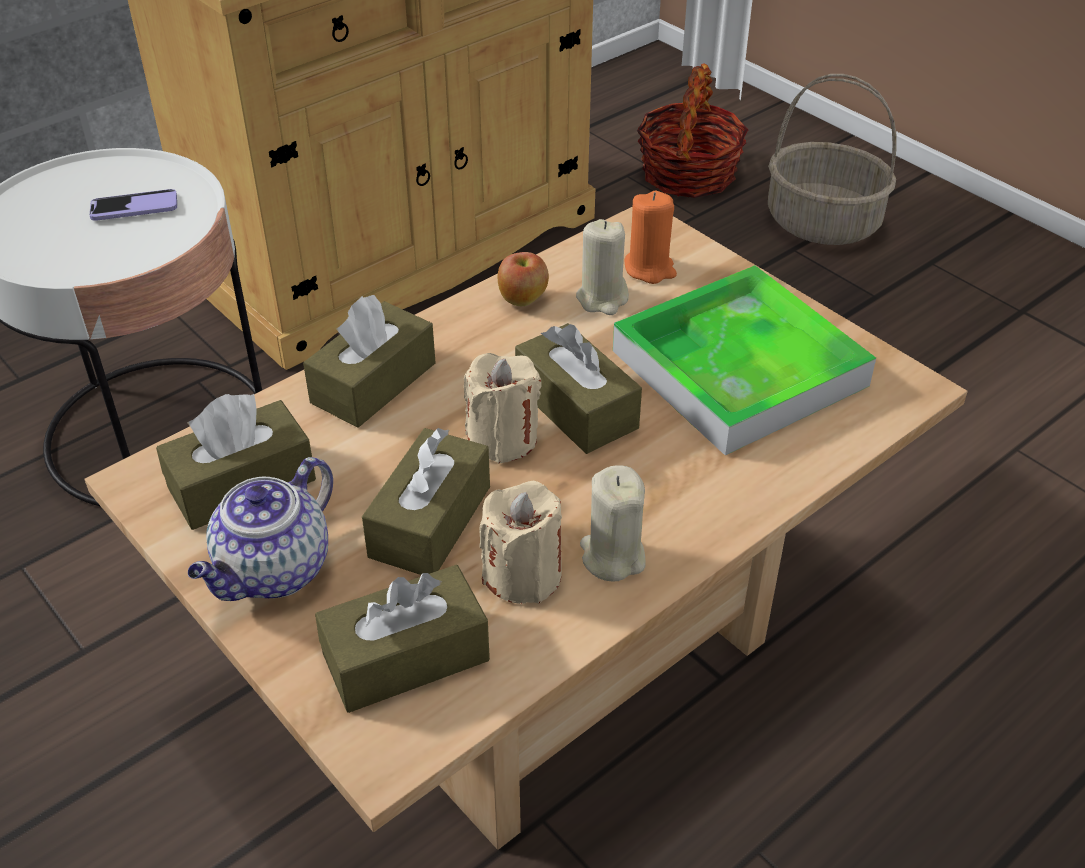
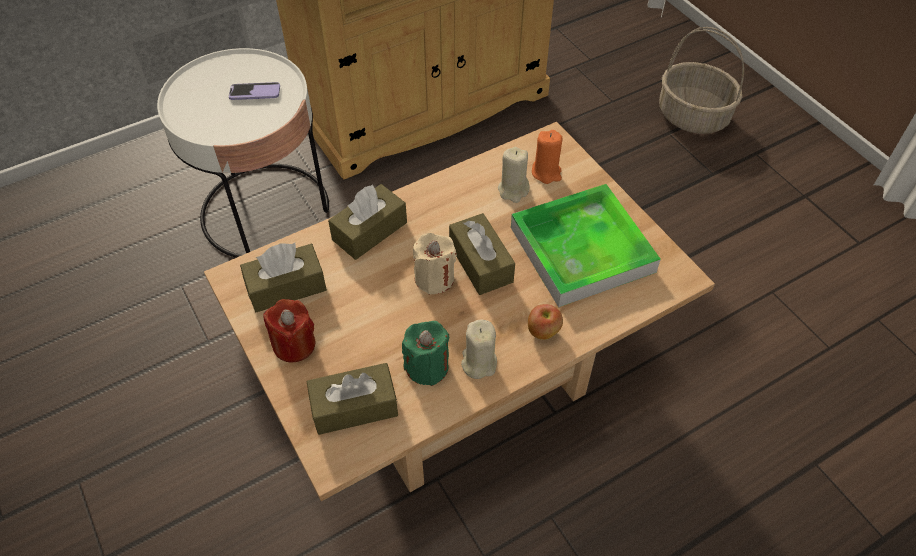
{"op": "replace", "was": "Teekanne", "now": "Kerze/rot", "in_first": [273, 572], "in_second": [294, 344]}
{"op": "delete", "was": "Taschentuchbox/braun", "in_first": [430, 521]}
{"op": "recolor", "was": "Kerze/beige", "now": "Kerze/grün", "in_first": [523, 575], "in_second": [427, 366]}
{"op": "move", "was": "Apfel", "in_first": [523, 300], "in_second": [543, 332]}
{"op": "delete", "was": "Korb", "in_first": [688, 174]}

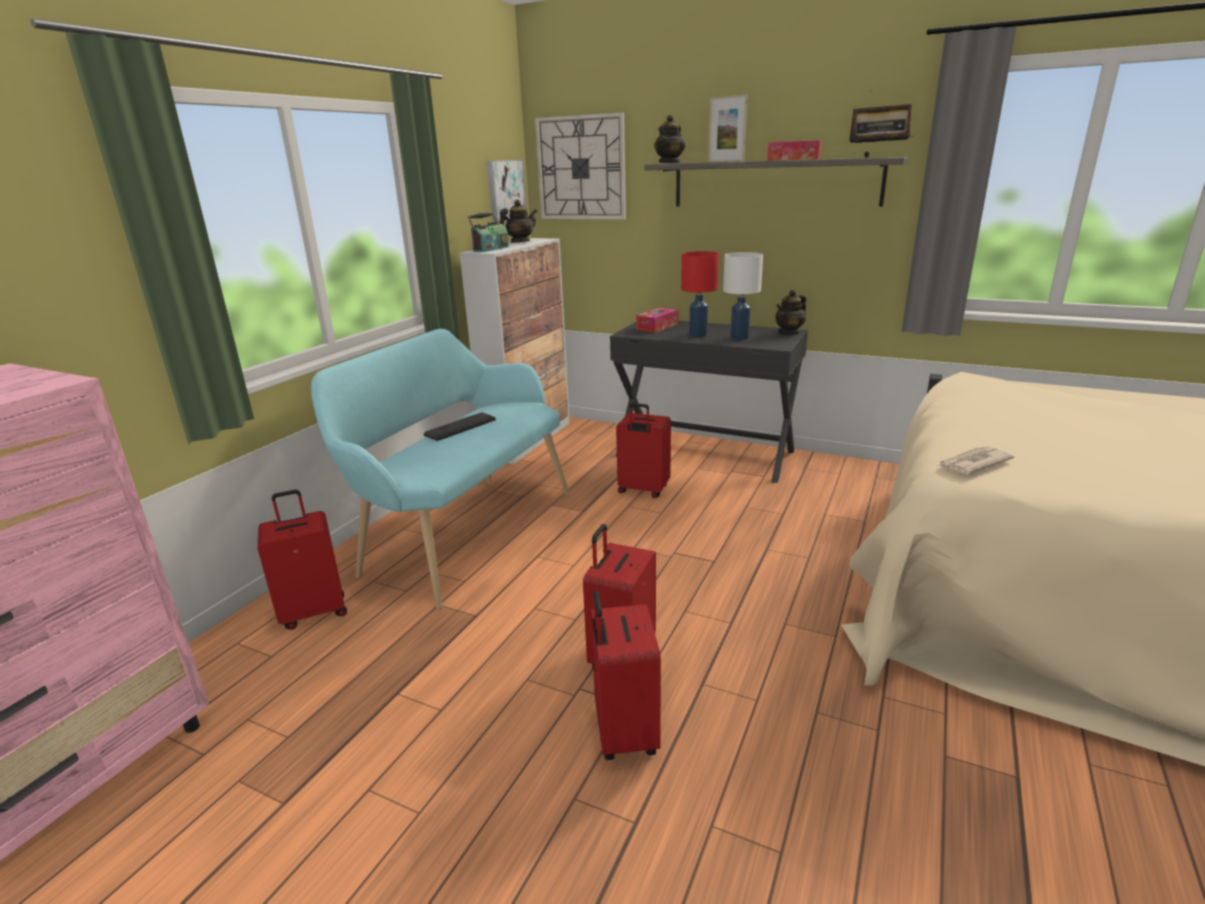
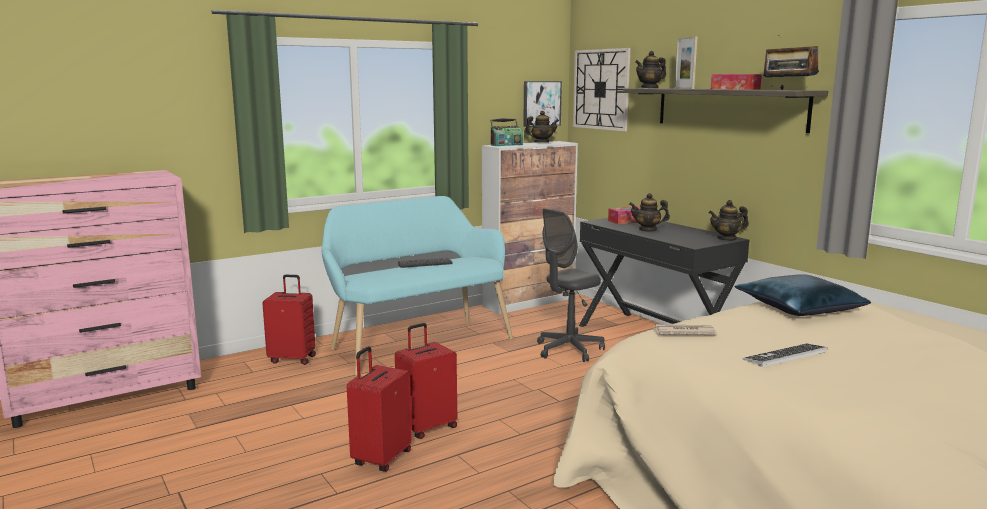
{"op": "replace", "was": "Koffer/rot", "now": "Bürostuhl/grau", "in_first": [643, 490], "in_second": [569, 350]}
{"op": "replace", "was": "Tischlampe/rot", "now": "Teekanne", "in_first": [698, 335], "in_second": [648, 230]}
{"op": "delete", "was": "Tischlampe/weiß", "in_first": [739, 338]}
{"op": "insert", "now": "Kissen/blau", "in_second": [799, 308]}
{"op": "insert", "now": "Tastatur", "in_second": [785, 356]}

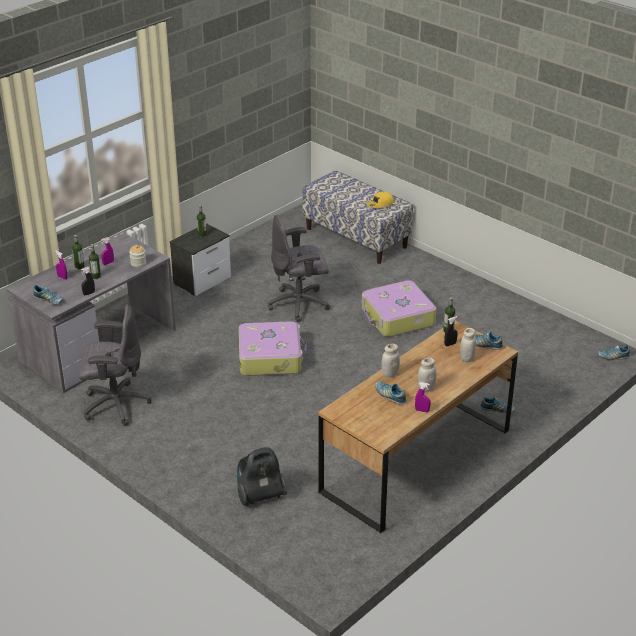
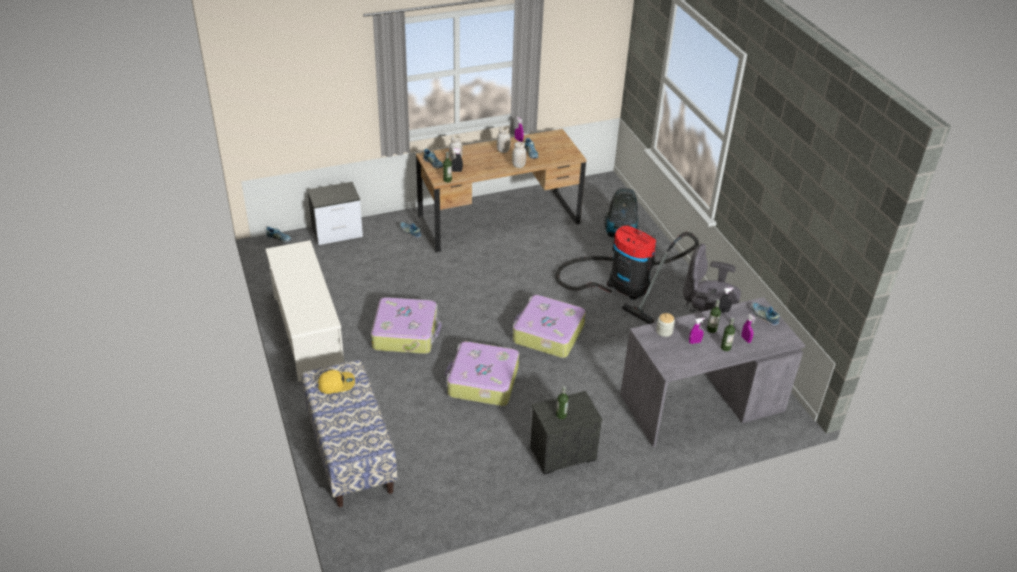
{"op": "replace", "was": "Bürostuhl/grau", "now": "Koffer", "in_first": [300, 304], "in_second": [482, 381]}
{"op": "insert", "now": "Schuhregal/weiß", "in_second": [307, 333]}
{"op": "insert", "now": "Nachttisch", "in_second": [338, 232]}
{"op": "insert", "now": "Staubsauger", "in_second": [623, 284]}

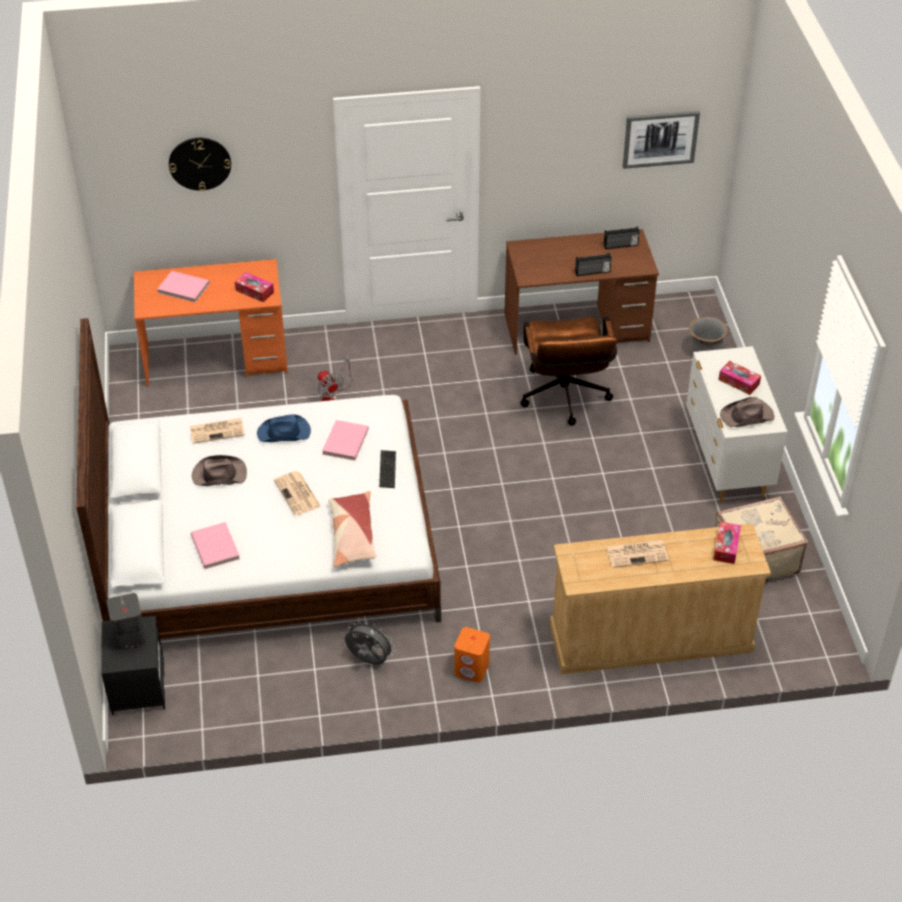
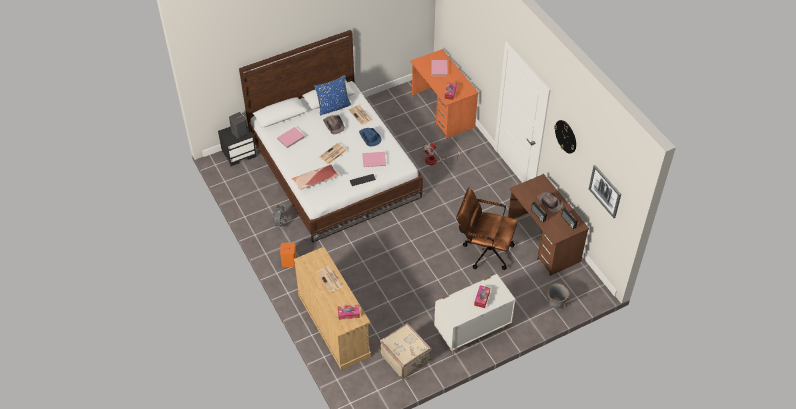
{"op": "move", "was": "Wanduhr", "in_first": [200, 163], "in_second": [566, 136]}
{"op": "rotate", "was": "Bürostuhl/braun", "in_first": [565, 400], "in_second": [483, 250], "clockwise": 45}
{"op": "move", "was": "Hut/braun", "in_first": [747, 416], "in_second": [549, 203]}
{"op": "insert", "now": "Kissen/blau", "in_second": [333, 107]}

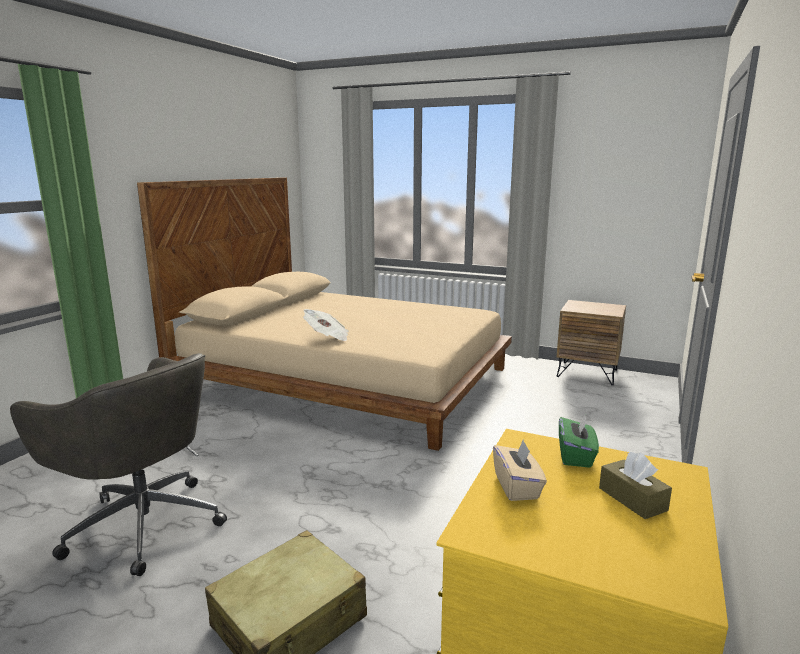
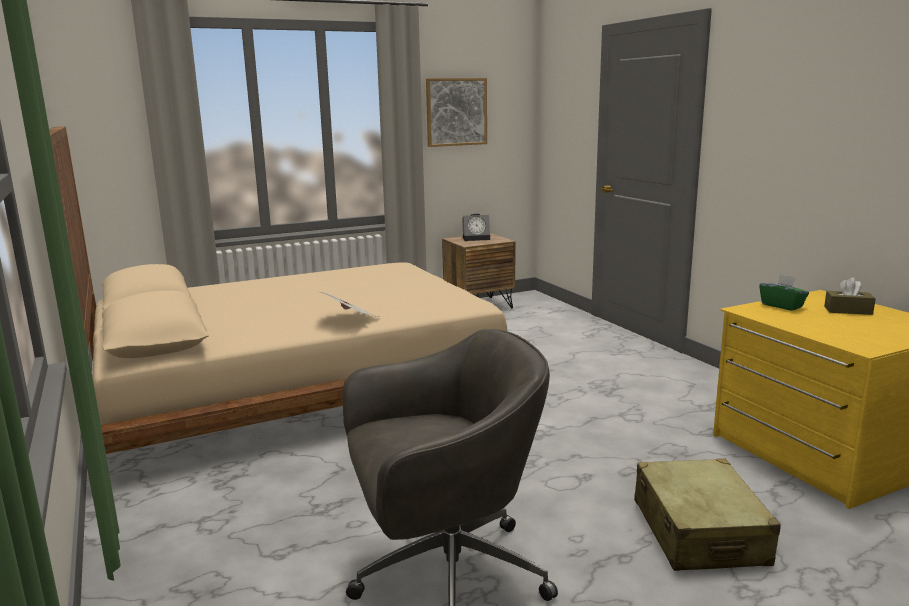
{"op": "delete", "was": "Taschentuchbox/beige", "in_first": [517, 487]}
{"op": "insert", "now": "Bild", "in_second": [456, 112]}
{"op": "insert", "now": "Wecker", "in_second": [477, 238]}

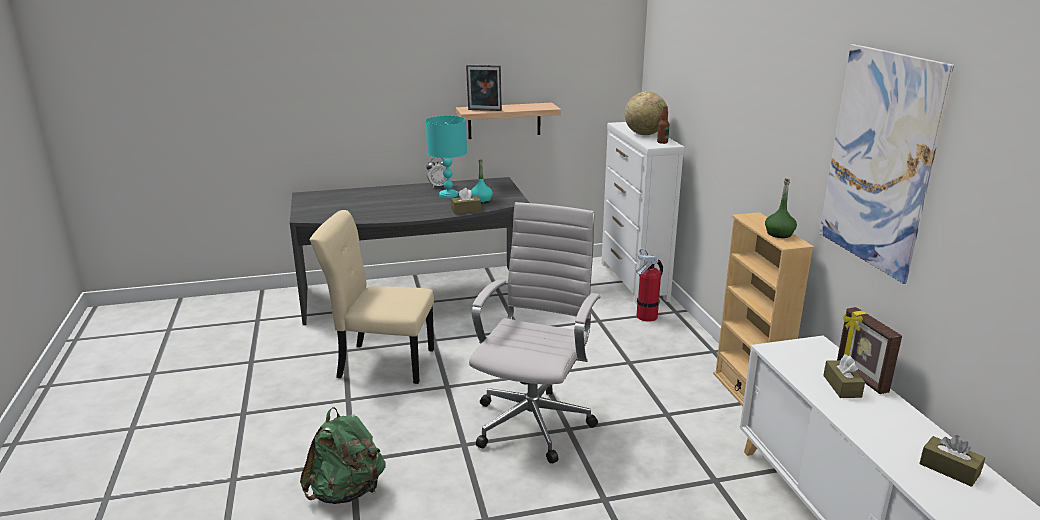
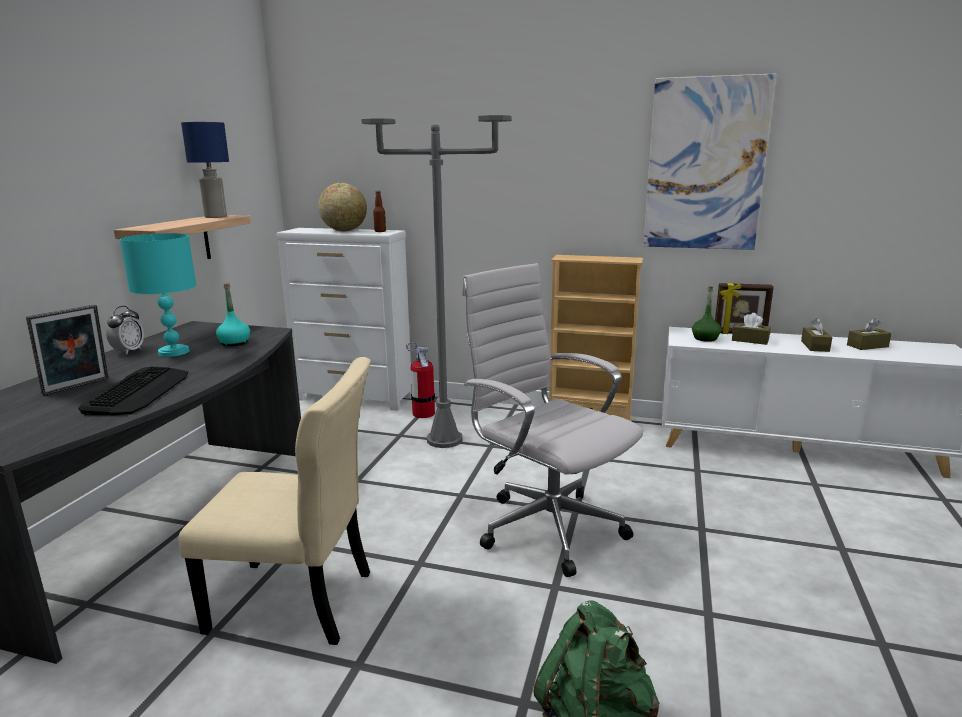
{"op": "rotate", "was": "Stuhl/beige", "in_first": [382, 363], "in_second": [298, 602], "clockwise": -120}
{"op": "move", "was": "Taschentuchbox/braun", "in_first": [466, 210], "in_second": [815, 346]}
{"op": "move", "was": "Bilderrahmen", "in_first": [484, 110], "in_second": [78, 387]}
{"op": "move", "was": "Flasche/grün", "in_first": [779, 234], "in_second": [705, 338]}
{"op": "insert", "now": "Tastatur", "in_second": [139, 392]}
{"op": "insert", "now": "Tischlampe/blau", "in_second": [216, 217]}
{"op": "insert", "now": "Stehlampe/grau", "in_second": [444, 440]}

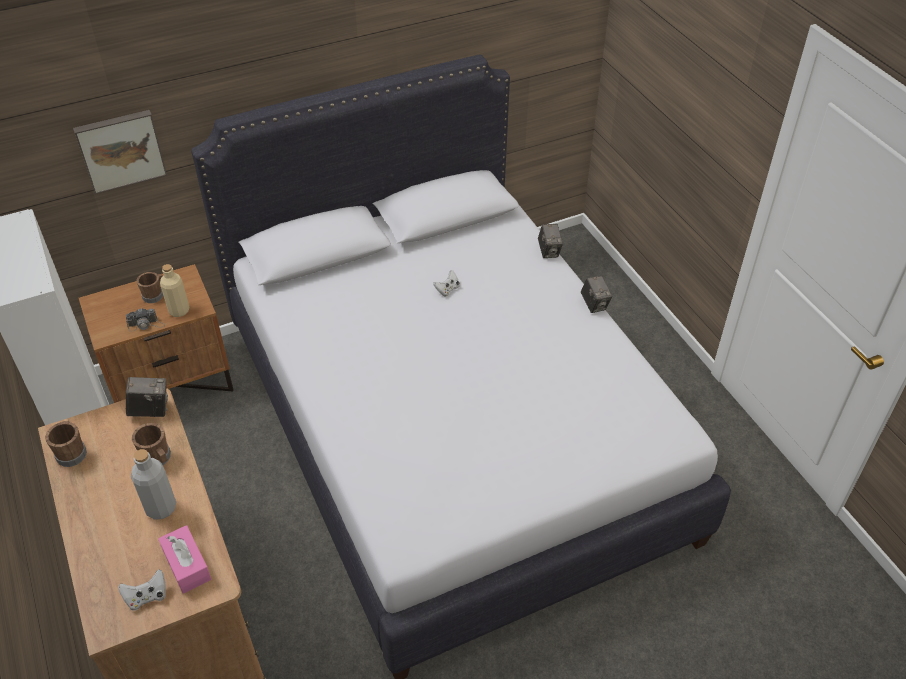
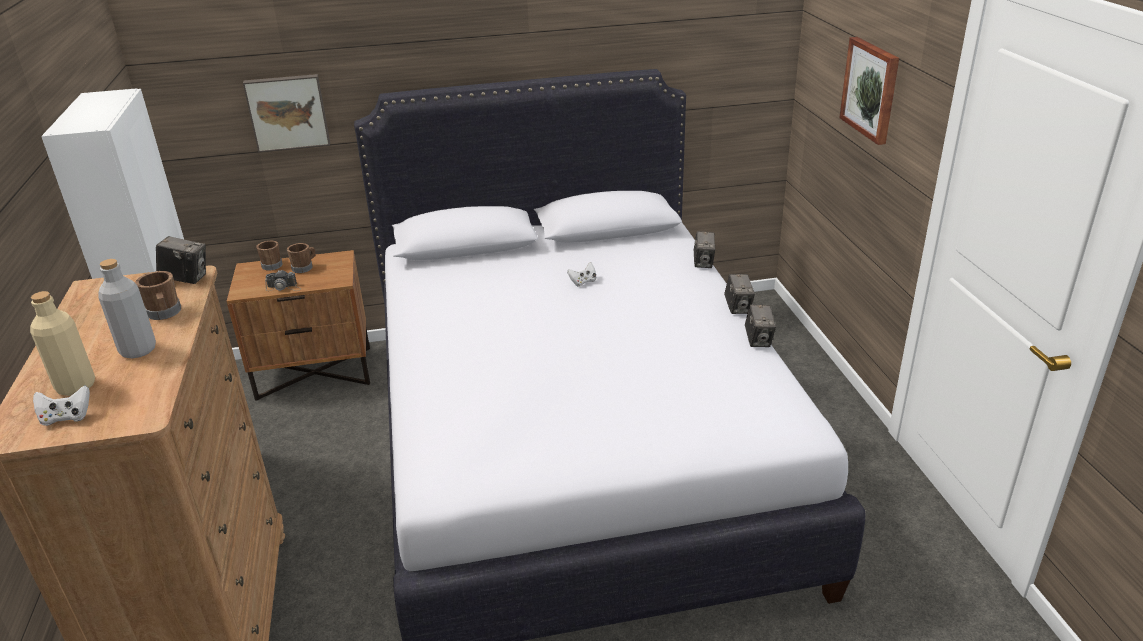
{"op": "move", "was": "Henkelbecher/braun", "in_first": [72, 452], "in_second": [273, 264]}
{"op": "delete", "was": "Taschentuchbox/rosa", "in_first": [187, 565]}
{"op": "move", "was": "Flasche/beige", "in_first": [179, 311], "in_second": [76, 386]}
{"op": "insert", "now": "Kamera", "in_second": [758, 340]}
{"op": "insert", "now": "Bild", "in_second": [871, 89]}

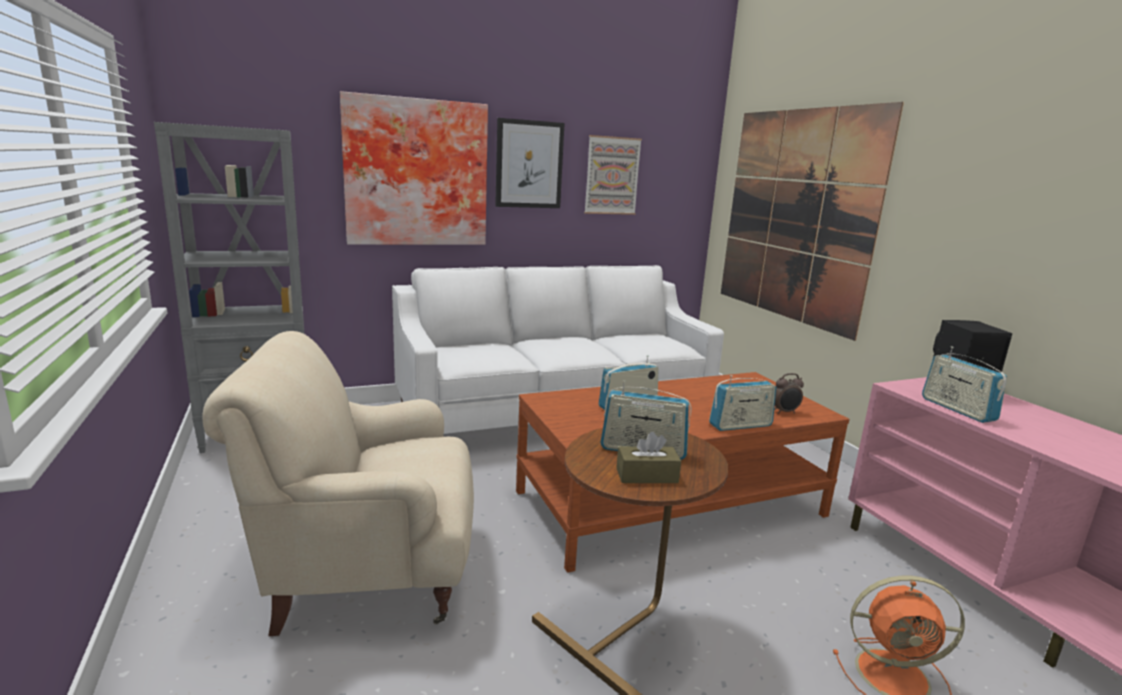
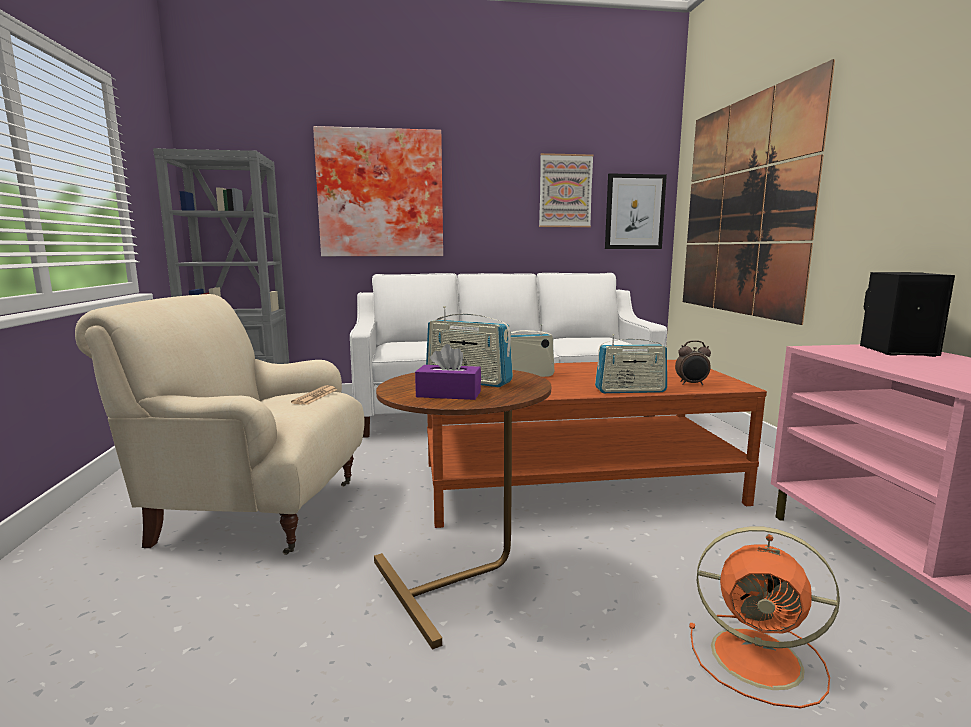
{"op": "move", "was": "Bild", "in_first": [529, 164], "in_second": [634, 212]}
{"op": "recolor", "was": "Taschentuchbox/braun", "now": "Taschentuchbox/lila", "in_first": [646, 475], "in_second": [448, 394]}
{"op": "delete", "was": "Radio", "in_first": [957, 409]}
{"op": "insert", "now": "Zeitung", "in_second": [315, 396]}

